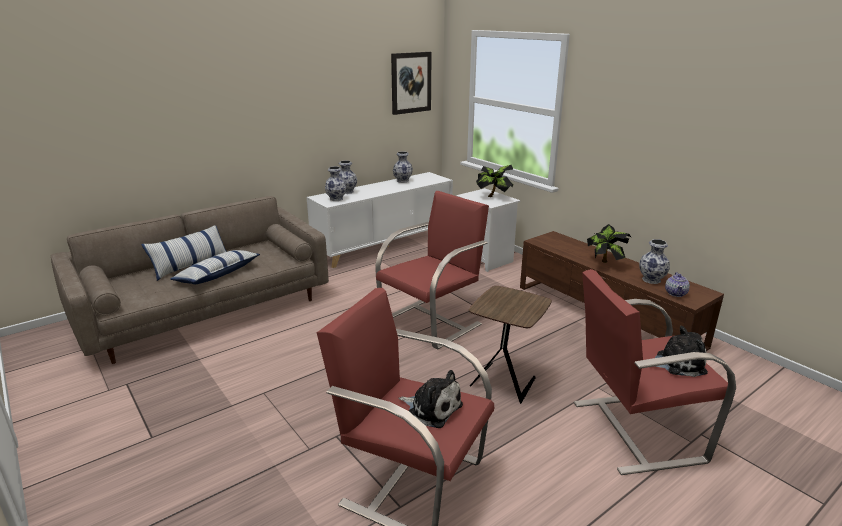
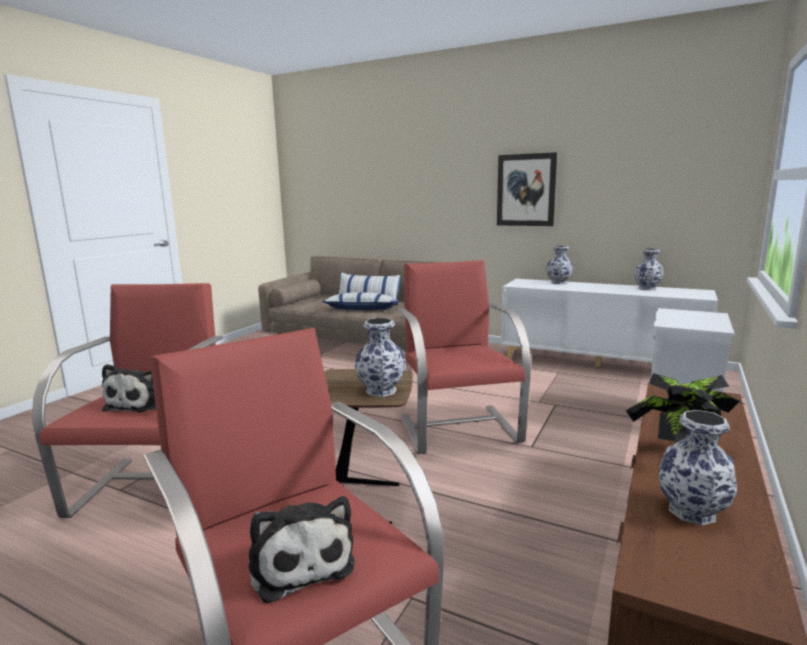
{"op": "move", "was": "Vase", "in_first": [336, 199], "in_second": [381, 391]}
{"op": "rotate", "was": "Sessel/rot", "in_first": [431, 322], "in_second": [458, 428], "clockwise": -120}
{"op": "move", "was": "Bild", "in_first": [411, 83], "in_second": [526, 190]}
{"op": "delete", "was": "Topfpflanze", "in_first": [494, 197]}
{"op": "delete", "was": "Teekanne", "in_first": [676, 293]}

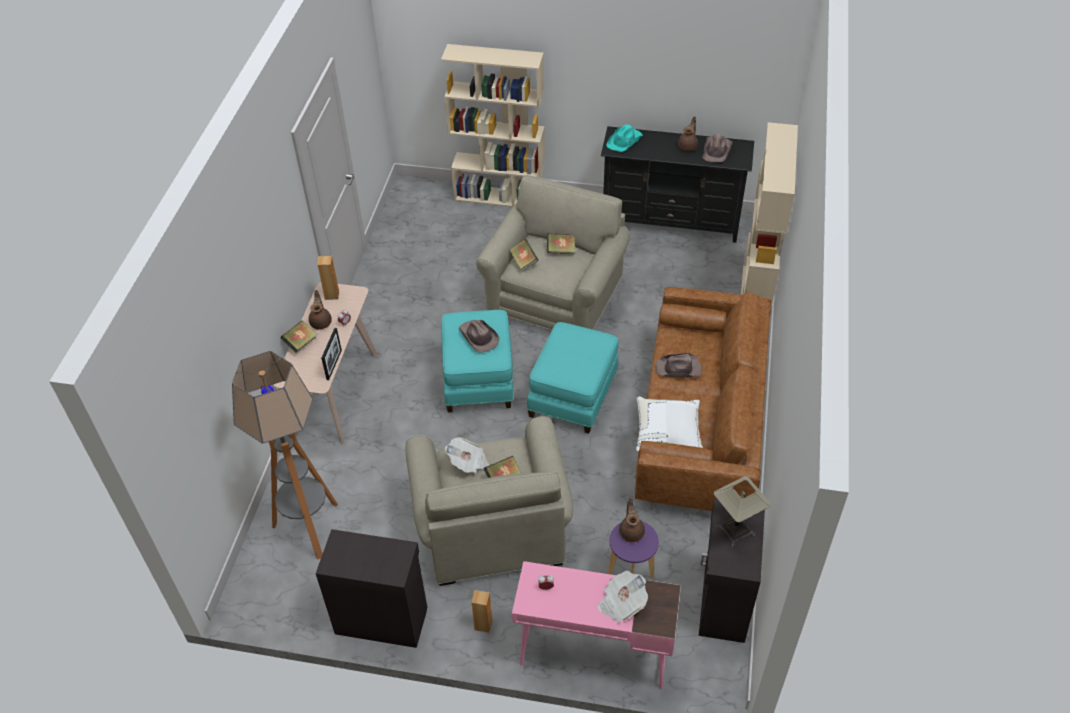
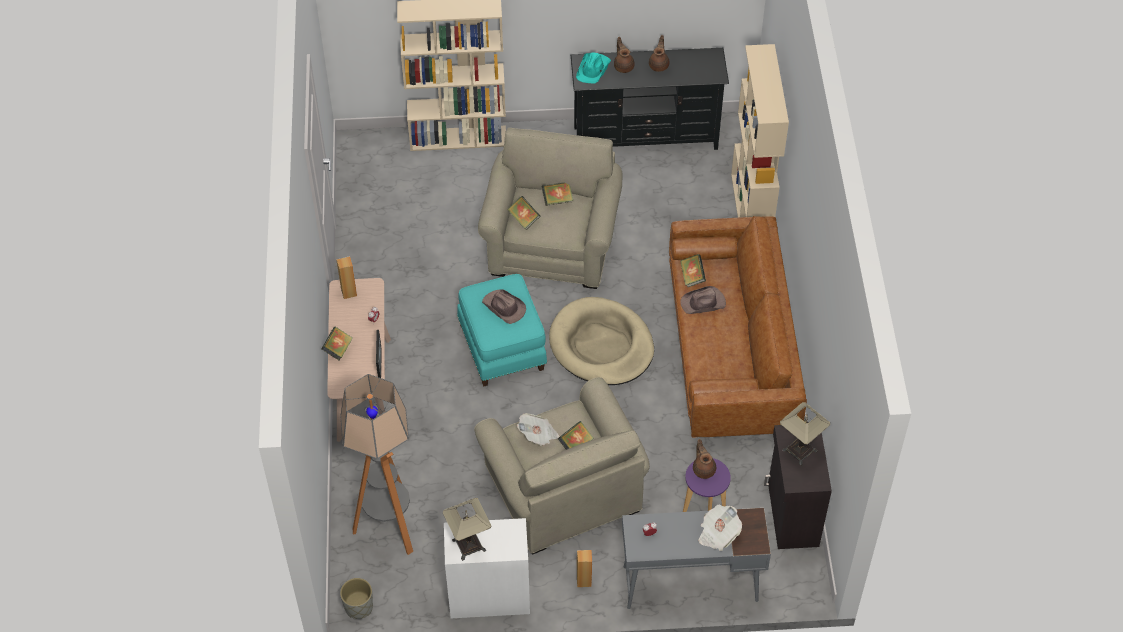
{"op": "move", "was": "Teekanne/braun", "in_first": [321, 322], "in_second": [623, 66]}
{"op": "recolor", "was": "Schrank/schwarz", "now": "Schrank/weiß", "in_first": [381, 619], "in_second": [488, 595]}
{"op": "recolor", "was": "Schreibtisch/rosa", "now": "Schreibtisch/grau", "in_first": [593, 652], "in_second": [689, 583]}
{"op": "replace", "was": "Polsterhocker/türkis", "now": "Hundebett/beige", "in_first": [574, 395], "in_second": [601, 345]}
{"op": "delete", "was": "Kissen/weiß", "in_first": [668, 433]}
{"op": "delete", "was": "Hut/braun", "in_first": [717, 150]}
{"op": "insert", "now": "Pflanzkübel/grau", "in_second": [358, 607]}
{"op": "insert", "now": "Tischlampe", "in_second": [469, 545]}
{"op": "insert", "now": "Buch", "in_second": [692, 276]}

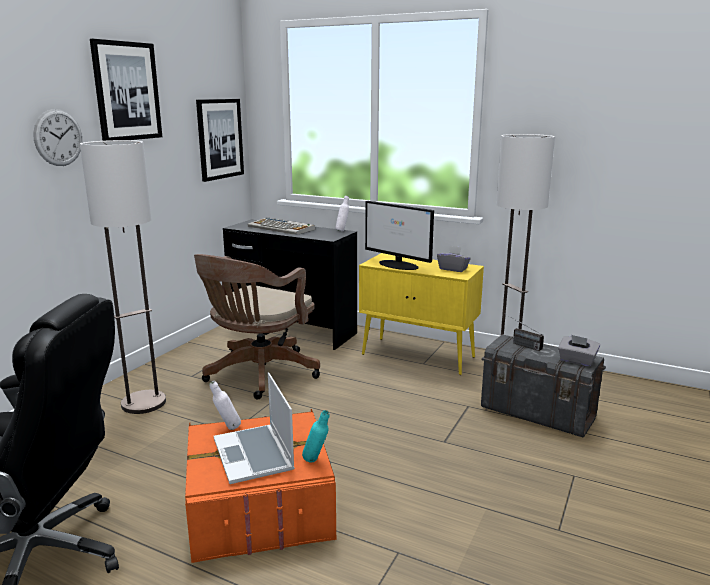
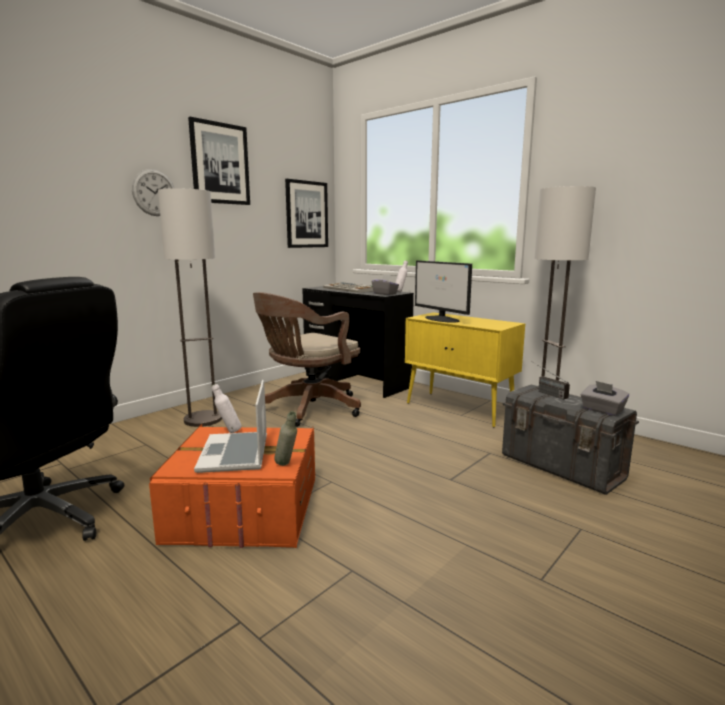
{"op": "recolor", "was": "Flasche/türkis", "now": "Flasche/grau", "in_first": [316, 461], "in_second": [287, 465]}
{"op": "move", "was": "Taschentuchbox/grau", "in_first": [453, 269], "in_second": [385, 294]}

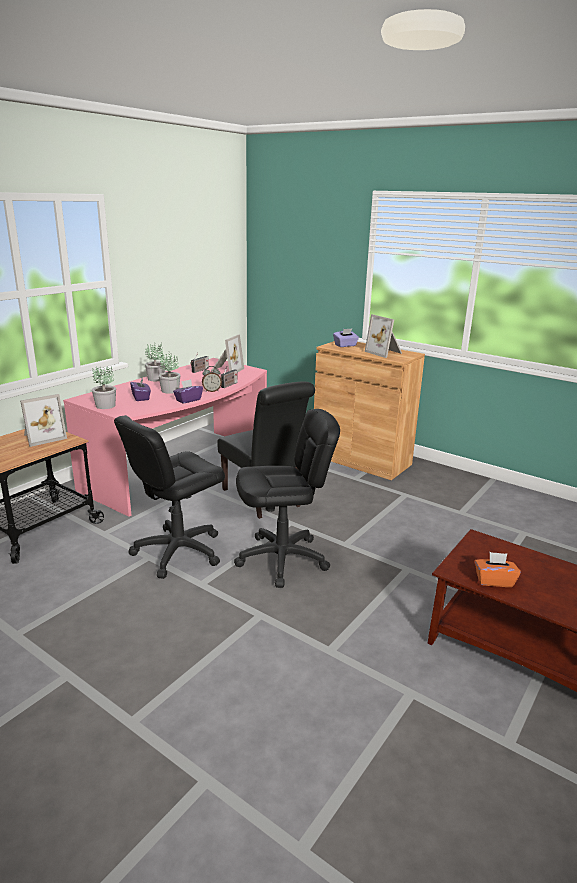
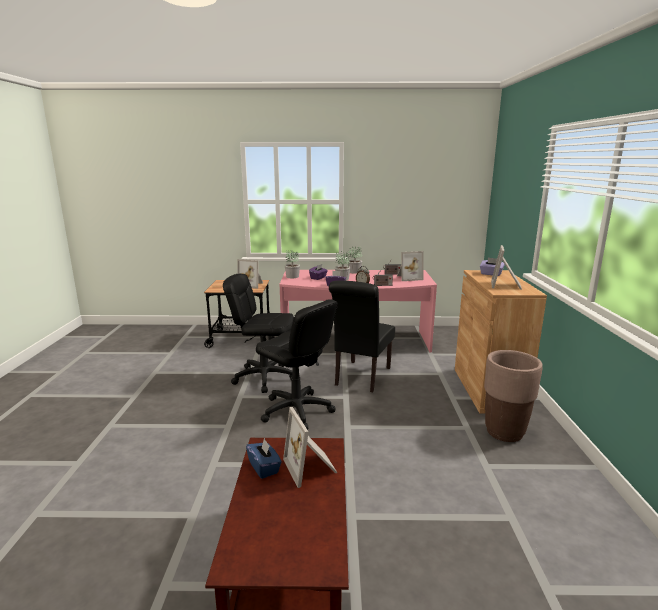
{"op": "recolor", "was": "Taschentuchbox/orange", "now": "Taschentuchbox/blau", "in_first": [494, 580], "in_second": [264, 468]}
{"op": "insert", "now": "Bilderrahmen", "in_second": [311, 467]}
{"op": "insert", "now": "Pflanzkübel/braun", "in_second": [504, 432]}

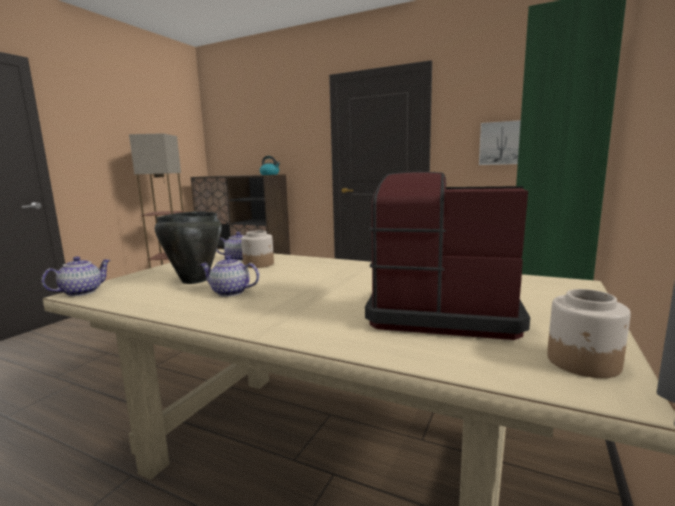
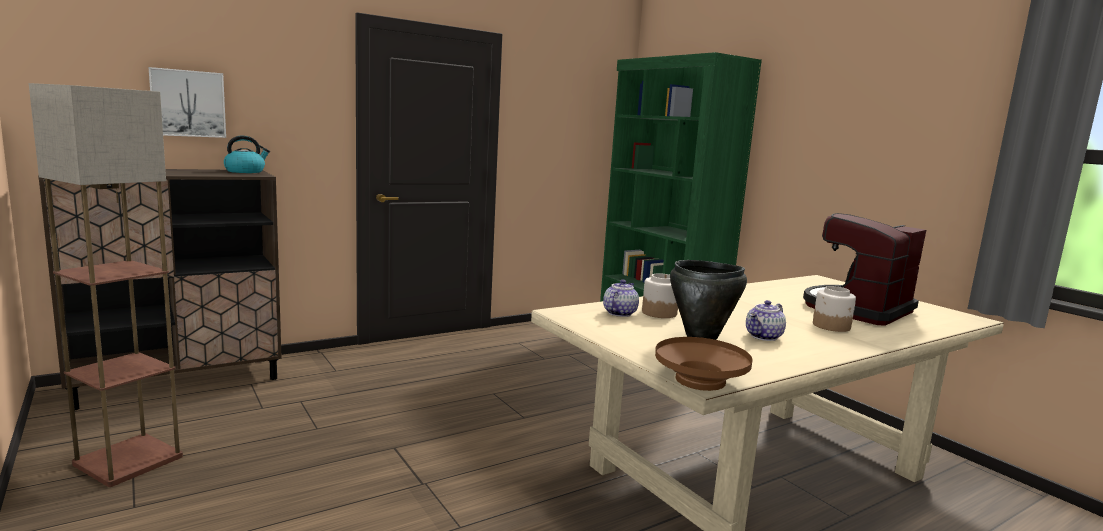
{"op": "replace", "was": "Teekanne", "now": "Schüssel/braun", "in_first": [82, 292], "in_second": [699, 381]}
{"op": "move", "was": "Bild", "in_first": [502, 143], "in_second": [188, 103]}
{"op": "move", "was": "Vorratsglas", "in_first": [583, 362], "in_second": [832, 326]}

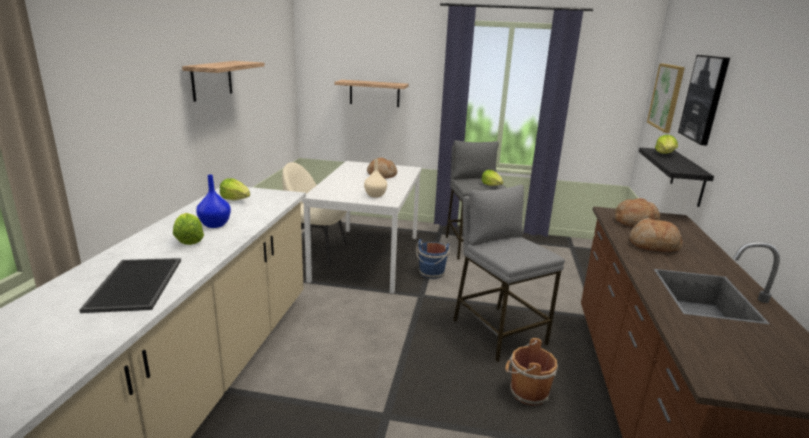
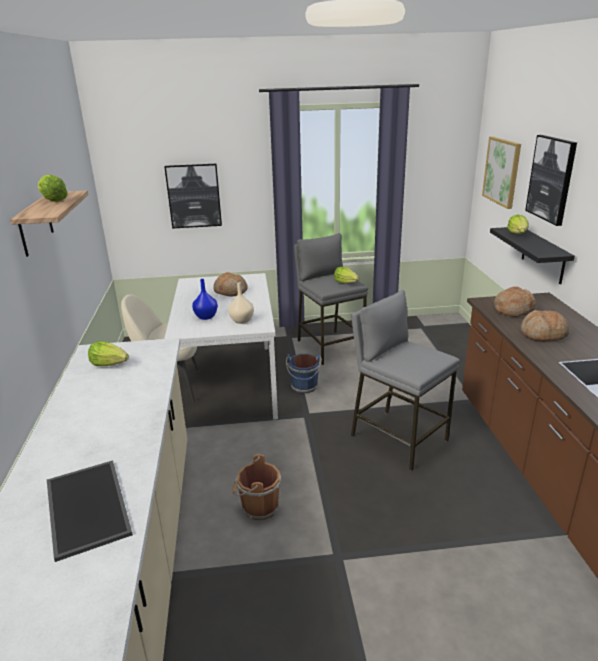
{"op": "move", "was": "Salatkopf", "in_first": [189, 240], "in_second": [53, 200]}
{"op": "move", "was": "Vase/blau", "in_first": [215, 224], "in_second": [206, 316]}
{"op": "replace", "was": "Wandregal", "now": "Bild", "in_first": [374, 93], "in_second": [194, 196]}
{"op": "move", "was": "Eimer/braun", "in_first": [527, 392], "in_second": [258, 507]}

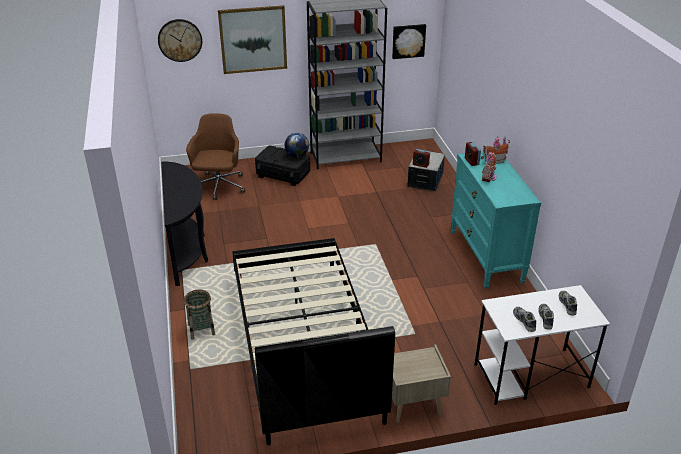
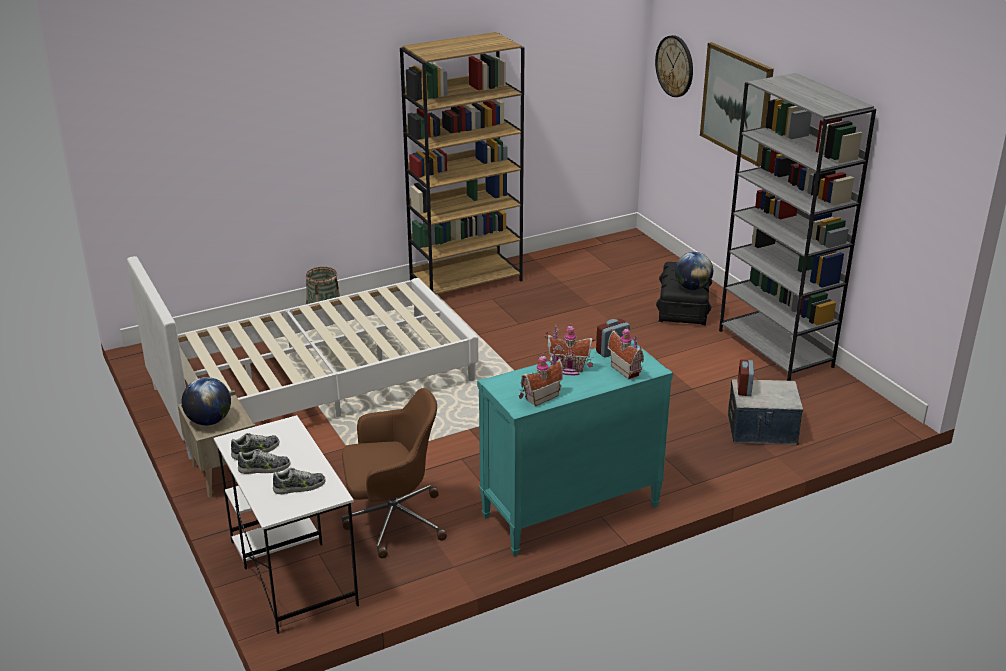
{"op": "replace", "was": "Konsolentisch/schwarz", "now": "Bücherregal/braun", "in_first": [188, 250], "in_second": [466, 281]}
{"op": "move", "was": "Bürostuhl/braun", "in_first": [218, 187], "in_second": [392, 520]}
{"op": "recolor", "was": "Bett/schwarz", "now": "Bett/weiß", "in_first": [304, 345], "in_second": [314, 384]}
{"op": "delete", "was": "Bild", "in_first": [408, 41]}
{"op": "insert", "now": "Globus", "in_second": [209, 421]}
{"op": "insert", "now": "Spielzeughaus", "in_second": [539, 397]}

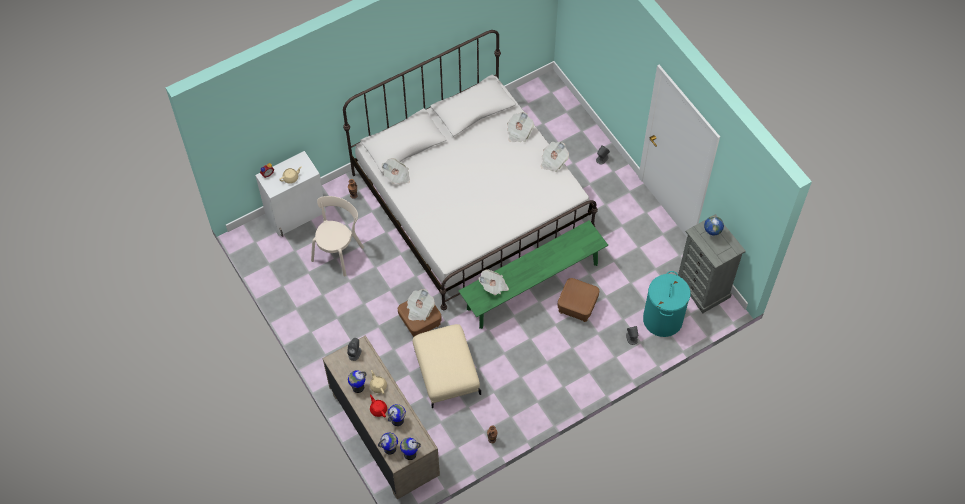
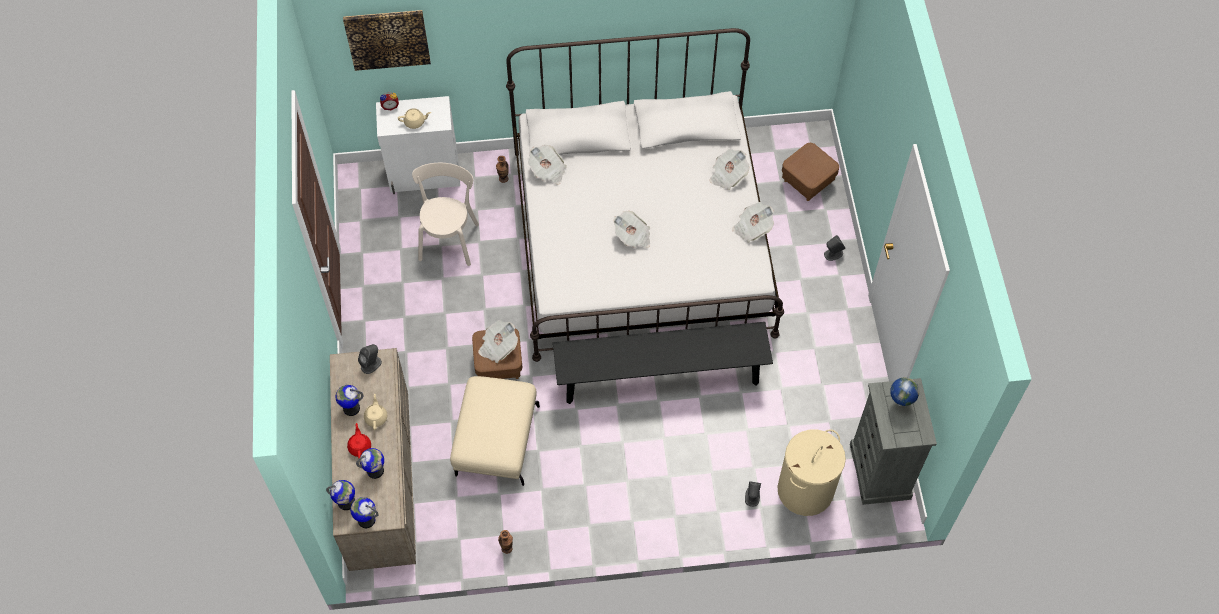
{"op": "rotate", "was": "Stuhl/beige", "in_first": [338, 252], "in_second": [449, 239], "clockwise": -45}
{"op": "recolor", "was": "Bank/grün", "now": "Bank/schwarz", "in_first": [532, 286], "in_second": [660, 377]}
{"op": "move", "was": "Zeitung", "in_first": [494, 286], "in_second": [633, 236]}
{"op": "move", "was": "Polsterhocker/braun", "in_first": [577, 307], "in_second": [807, 182]}
{"op": "recolor", "was": "Wäschekorb/türkis", "now": "Wäschekorb/beige", "in_first": [663, 319], "in_second": [805, 490]}
{"op": "insert", "now": "Bild", "in_second": [387, 39]}

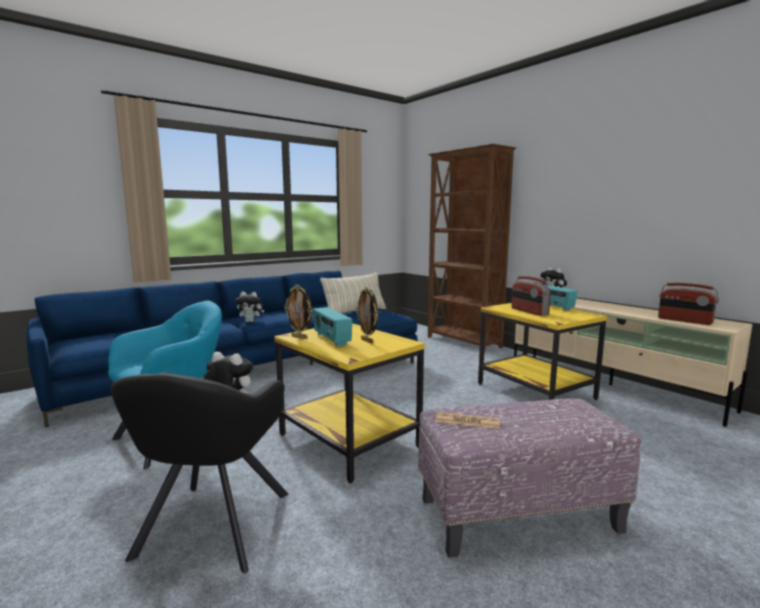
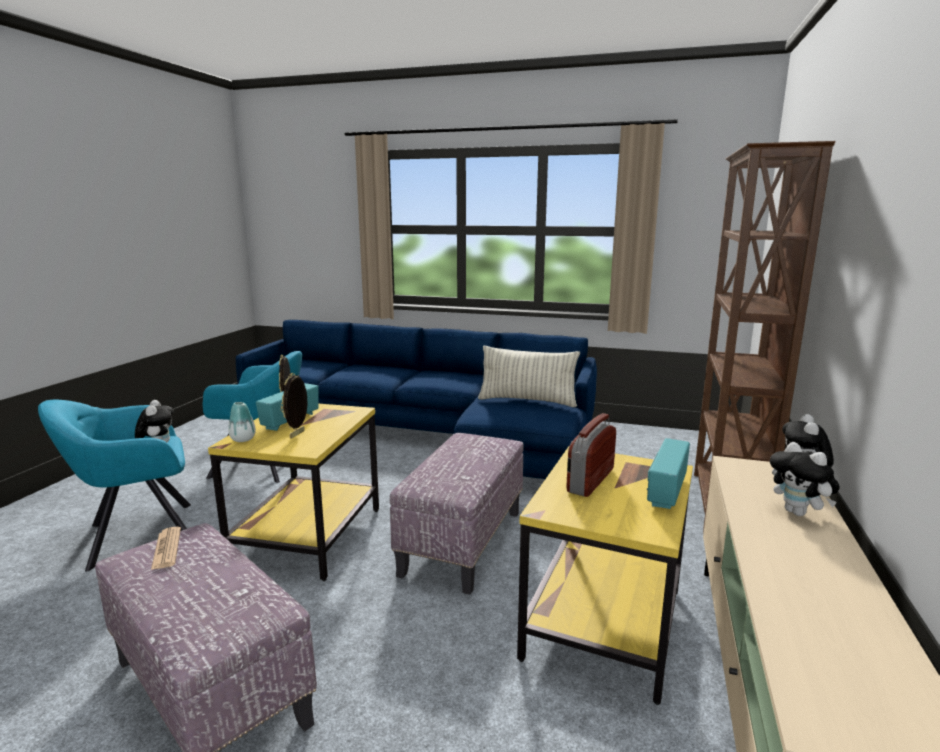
{"op": "recolor", "was": "Sessel/schwarz", "now": "Sessel/türkis", "in_first": [212, 528], "in_second": [136, 536]}
{"op": "move", "was": "Plüschtier", "in_first": [251, 321], "in_second": [798, 513]}
{"op": "delete", "was": "Radio", "in_first": [684, 321]}
{"op": "insert", "now": "Vase", "in_second": [243, 439]}
{"op": "insert", "now": "Polsterhocker", "in_second": [462, 541]}

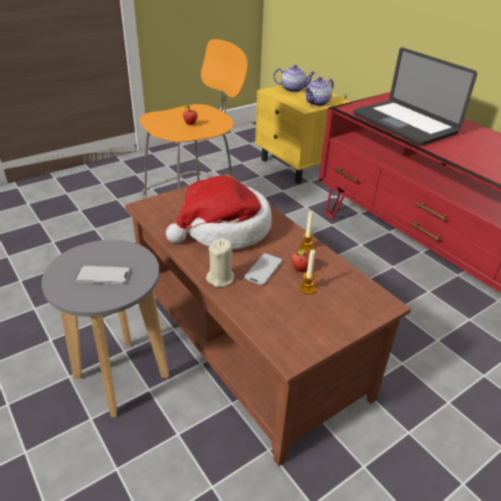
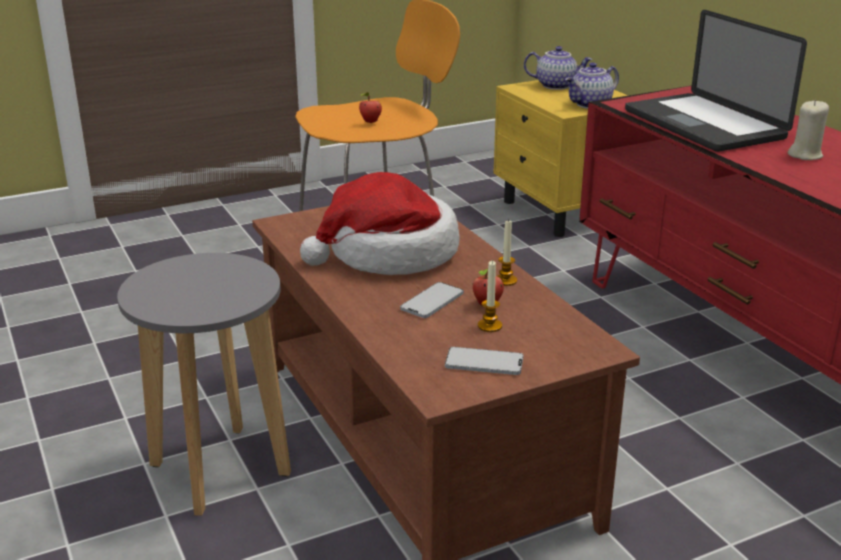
{"op": "move", "was": "Handy", "in_first": [103, 276], "in_second": [484, 363]}
{"op": "move", "was": "Kerze/beige", "in_first": [220, 278], "in_second": [805, 155]}

